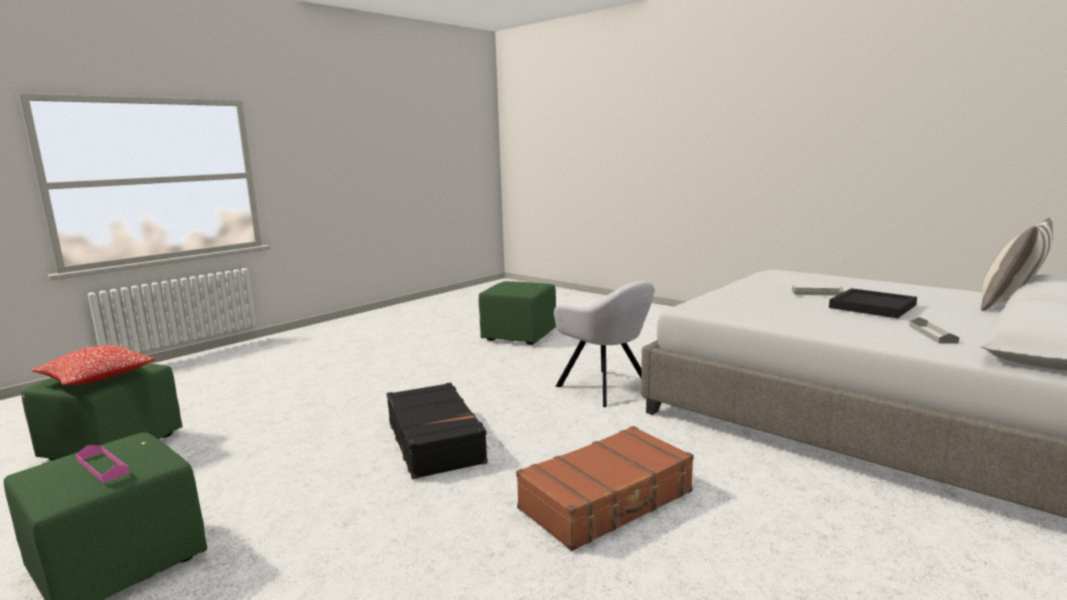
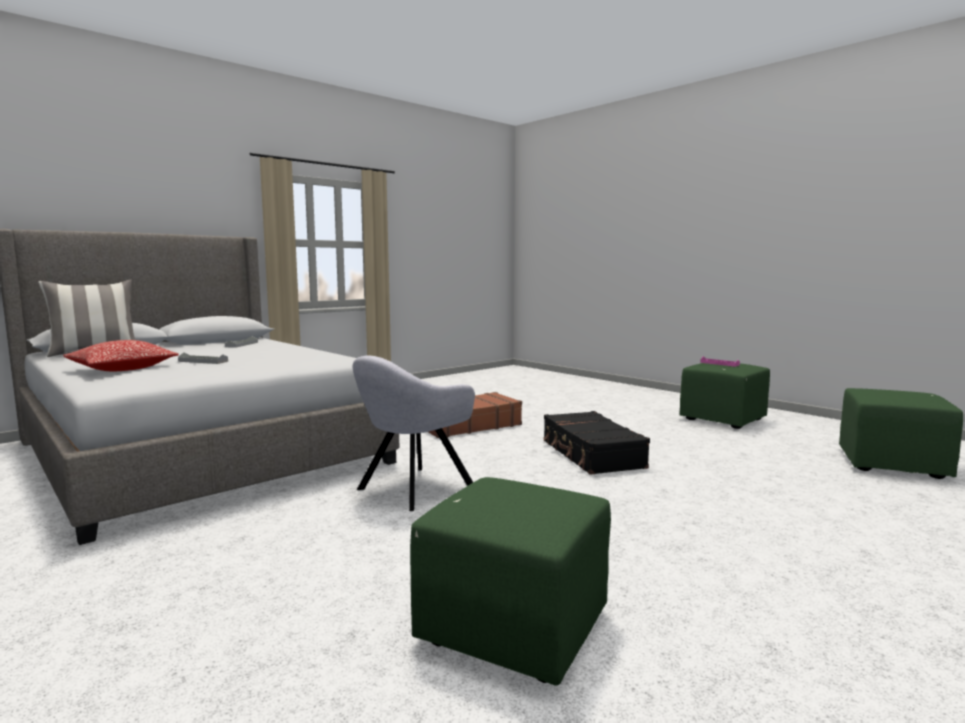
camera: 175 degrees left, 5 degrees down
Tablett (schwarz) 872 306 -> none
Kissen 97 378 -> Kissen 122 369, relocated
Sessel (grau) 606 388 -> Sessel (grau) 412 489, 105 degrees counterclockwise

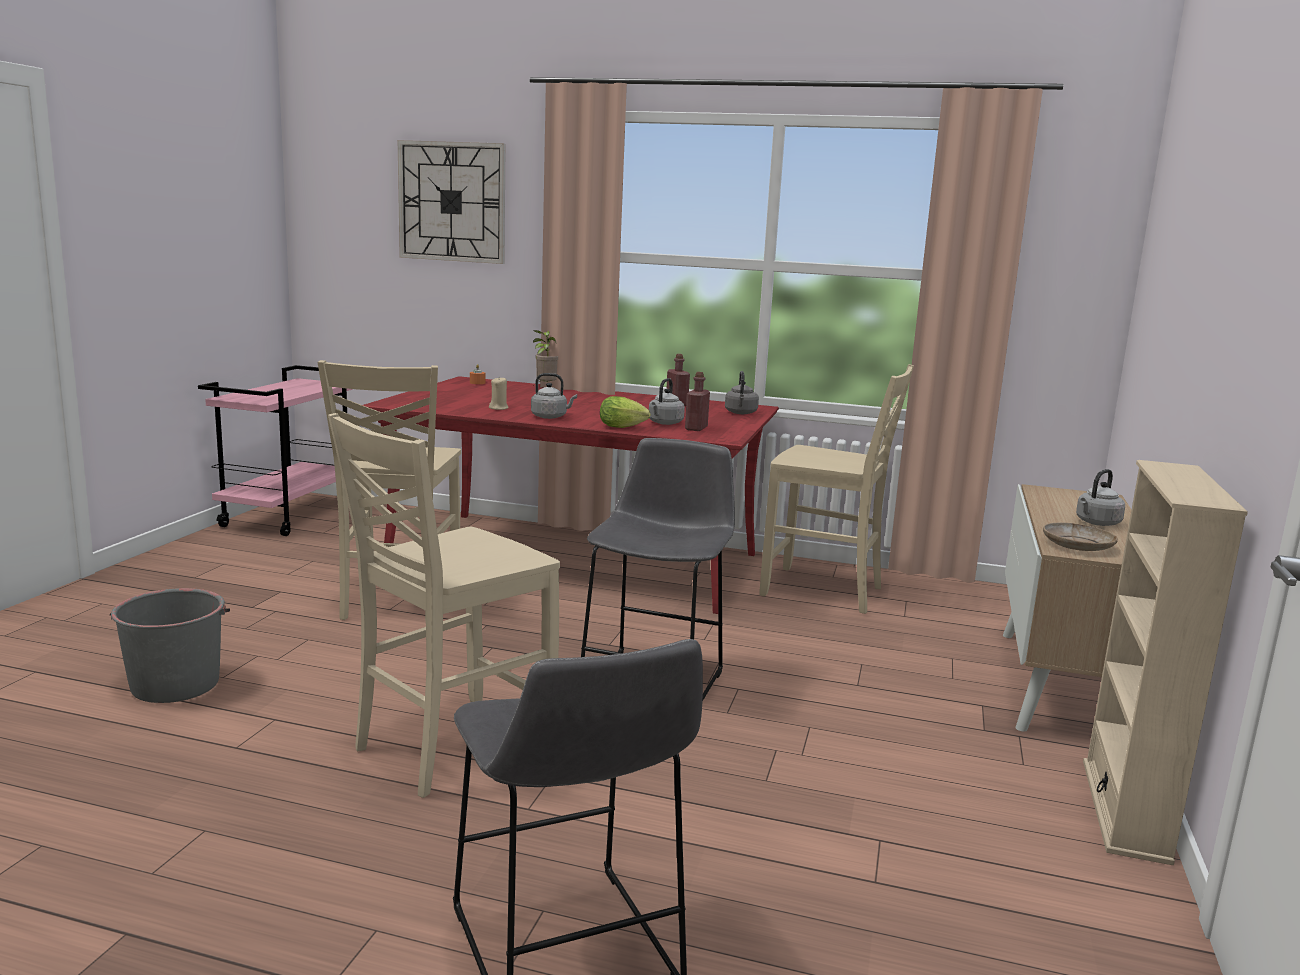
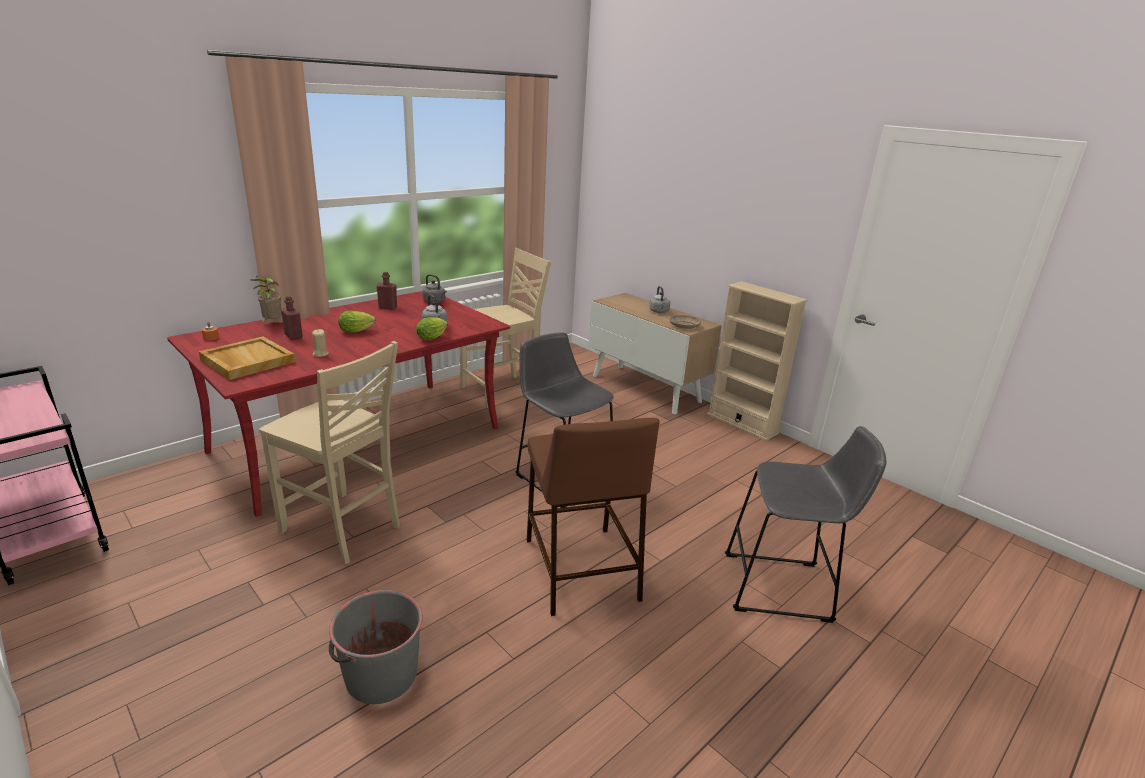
camera: 60 degrees left, 10 degrees up
Wanduhr 452 202 -> none
Wasserkessel (grau) 551 417 -> none
none -> Tablett (beige) 247 361
none -> Salatkopf 358 331
Flasche (rot) 696 428 -> Flasche (rot) 293 336, relocated
Stuhl (beige) 450 747 -> Hocker (braun) 580 567

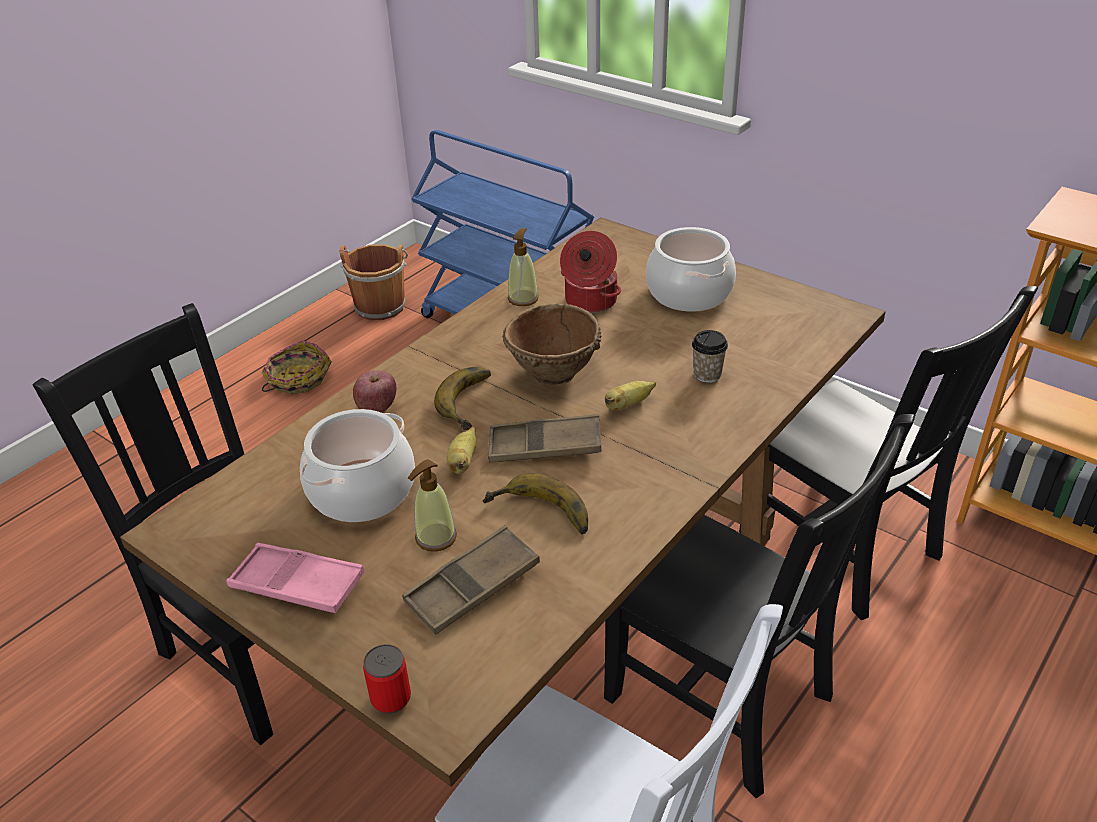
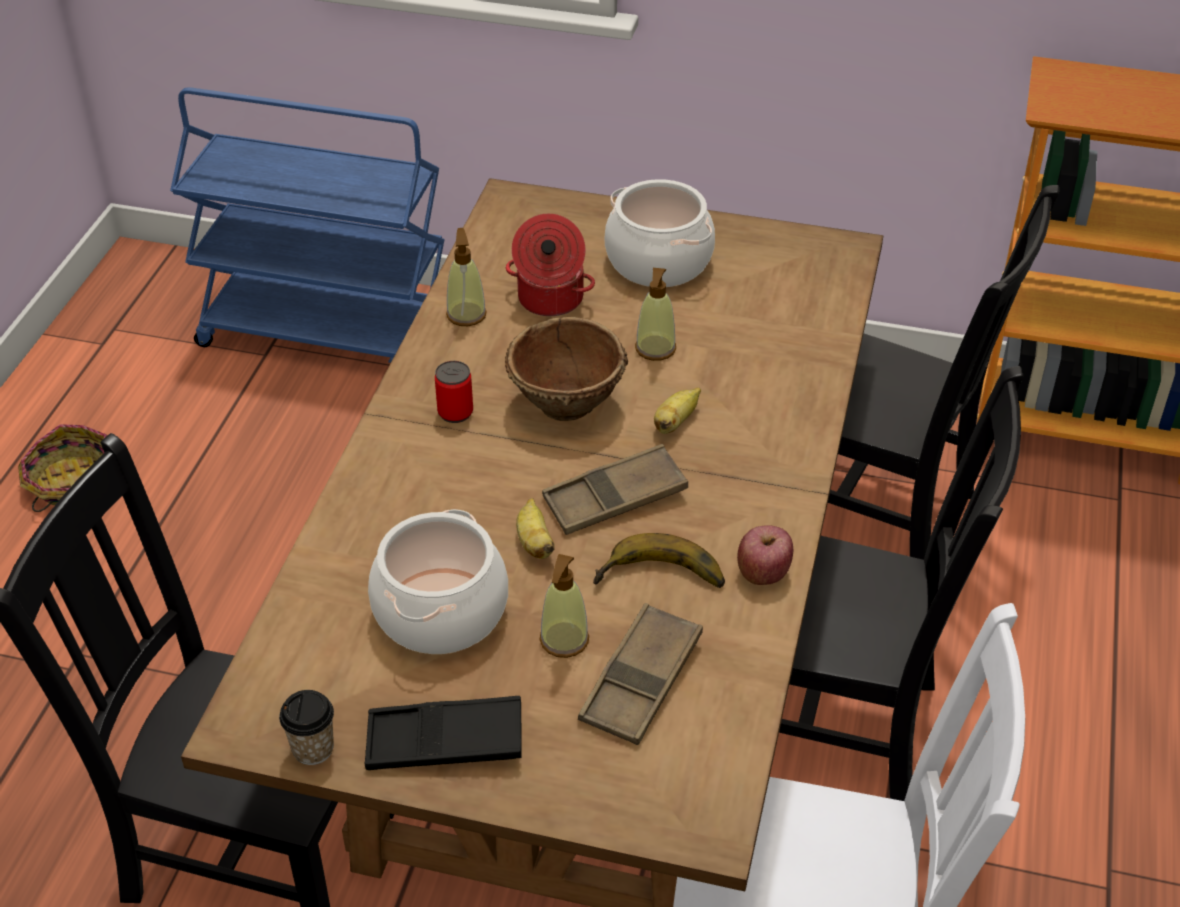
camera: 25 degrees left, 5 degrees up
Eimer (braun) 380 305 -> none
Banane 473 402 -> none
none -> Seifenspender 655 349
Apfel 377 407 -> Apfel 763 573, relocated
Dose 391 698 -> Dose 455 412, relocated
Tasse 707 375 -> Tasse 313 749, relocated
Tablett (rosa) 297 584 -> Tablett (schwarz) 445 742

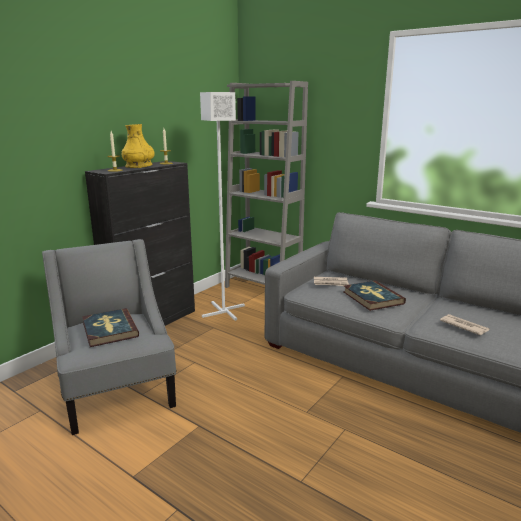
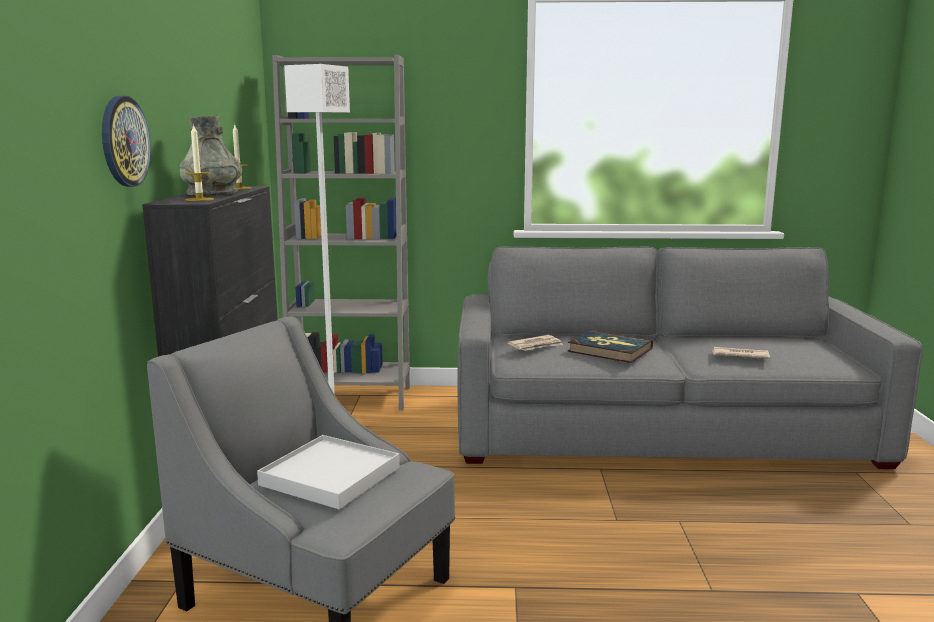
camera: 35 degrees left, 5 degrees down
none -> Wanduhr 124 141
Buch 109 330 -> Tablett (weiß) 330 476
Vase (gelb) 139 166 -> Vase (grau) 212 193

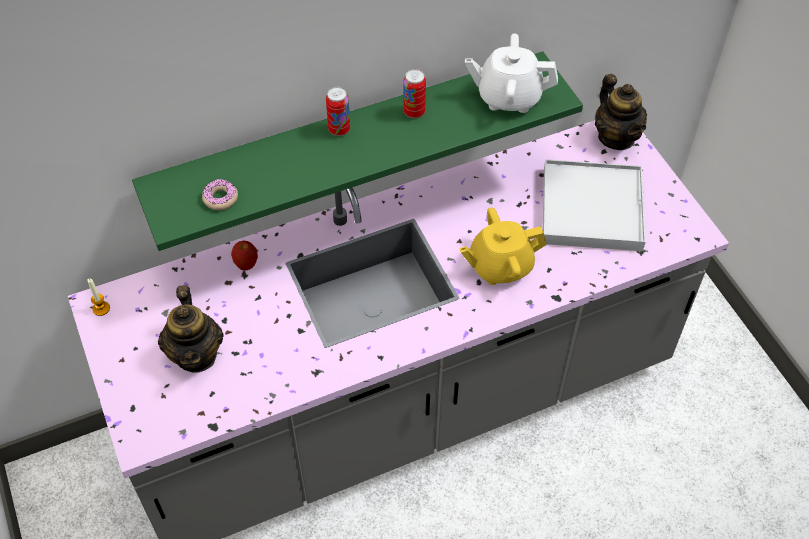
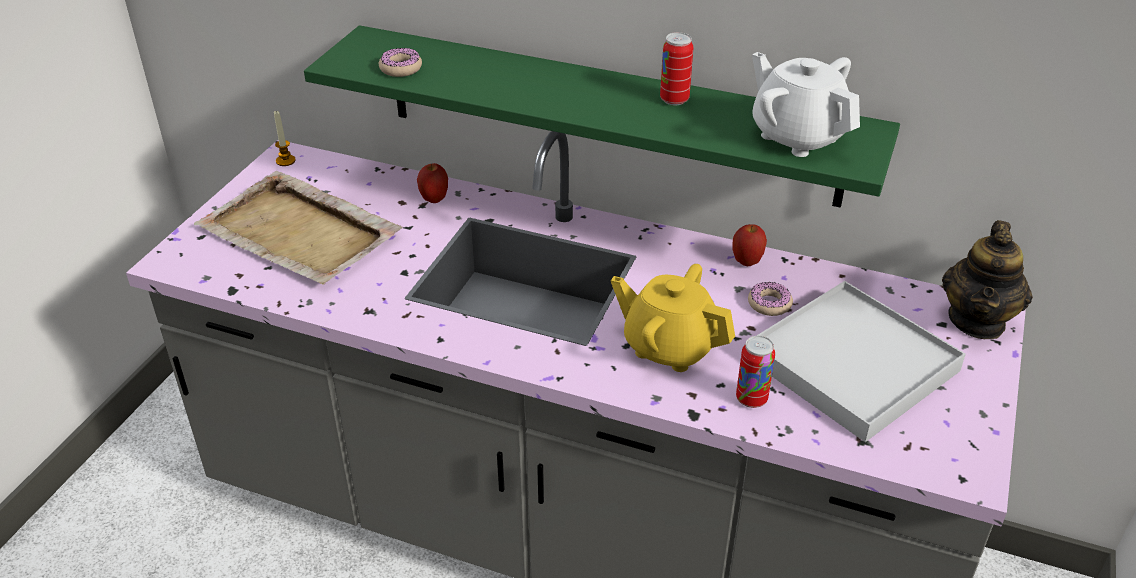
camera: 45 degrees right, 15 degrees down
none -> Apfel 746 262
none -> Donut 769 304
Dose 339 129 -> Dose 751 399, relocated
Teekanne 196 354 -> Tablett (beige) 300 233

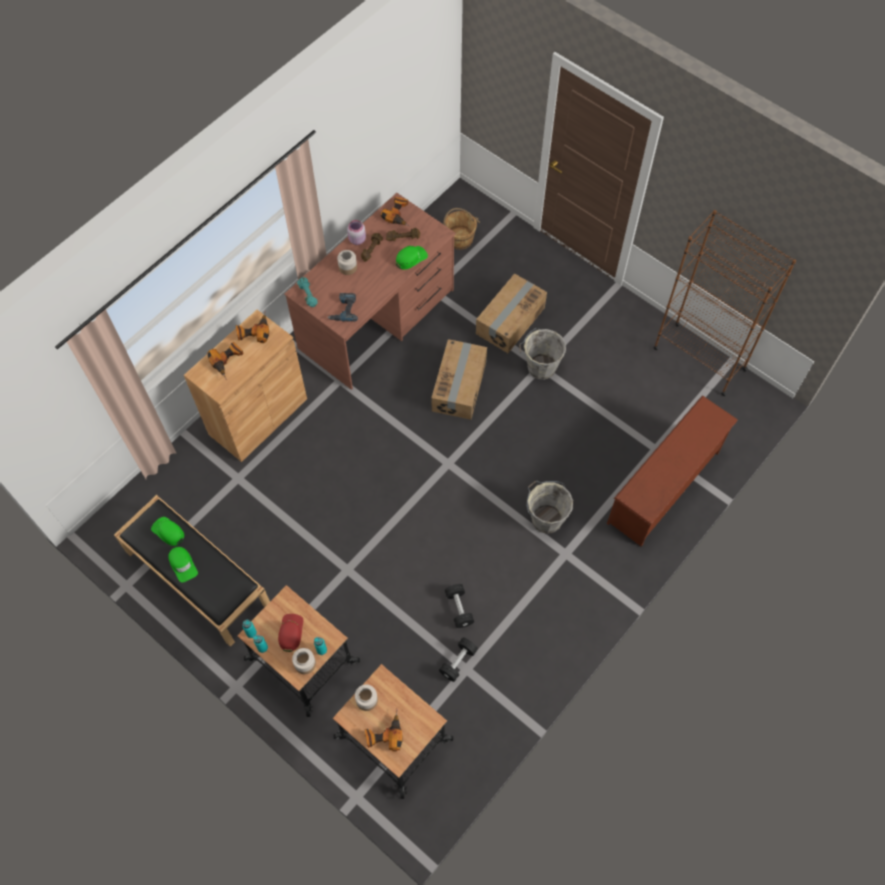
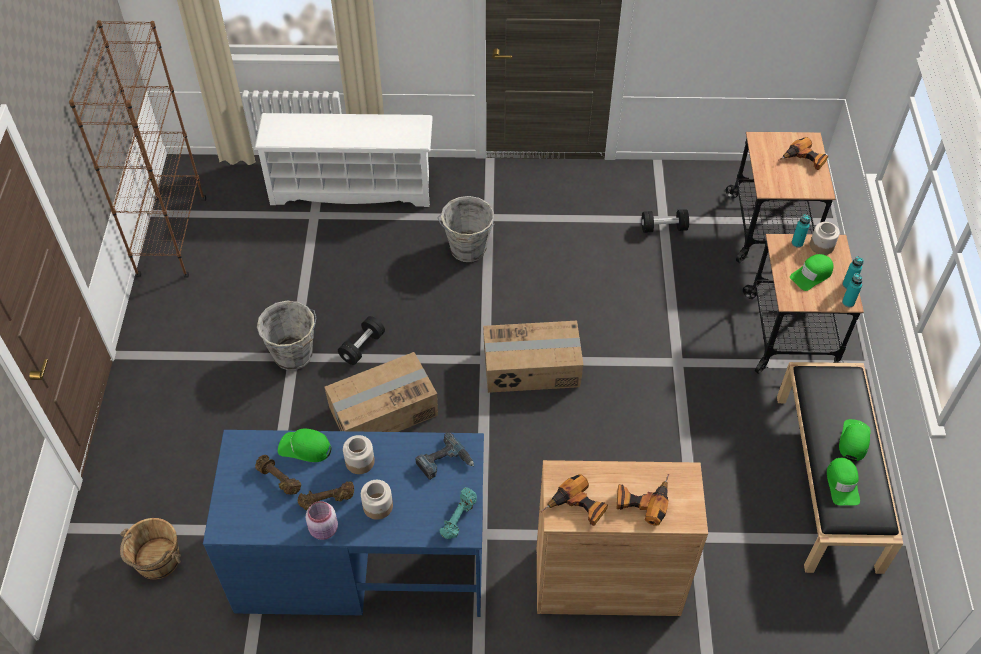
camera: 130 degrees left, 10 degrees down
Bohrmaschine 399 214 -> none
Vorratsglas 367 700 -> Vorratsglas 360 461, relocated
Hantel (schwarz) 459 608 -> Hantel (schwarz) 362 347, relocated
Karton 509 320 -> Karton 532 368, relocated
Kappe (rot) 290 632 -> Kappe (grün) 812 275
Schreibtisch (braun) 377 319 -> Schreibtisch (blau) 361 560
Schuhregal (braun) 664 488 -> Schuhregal (weiß) 352 188

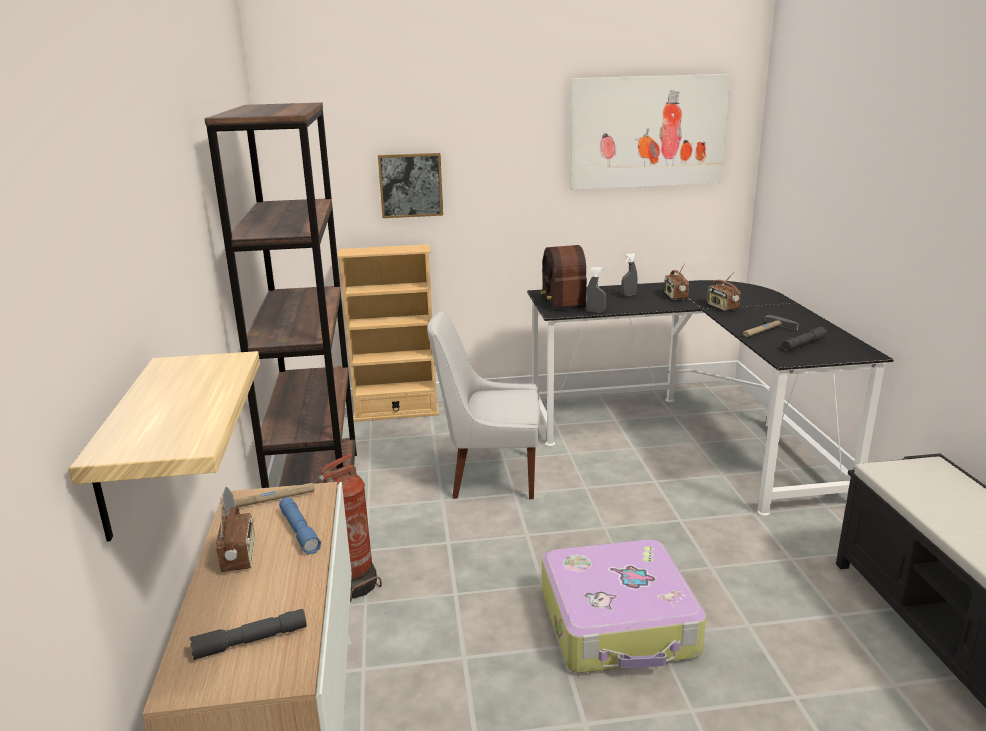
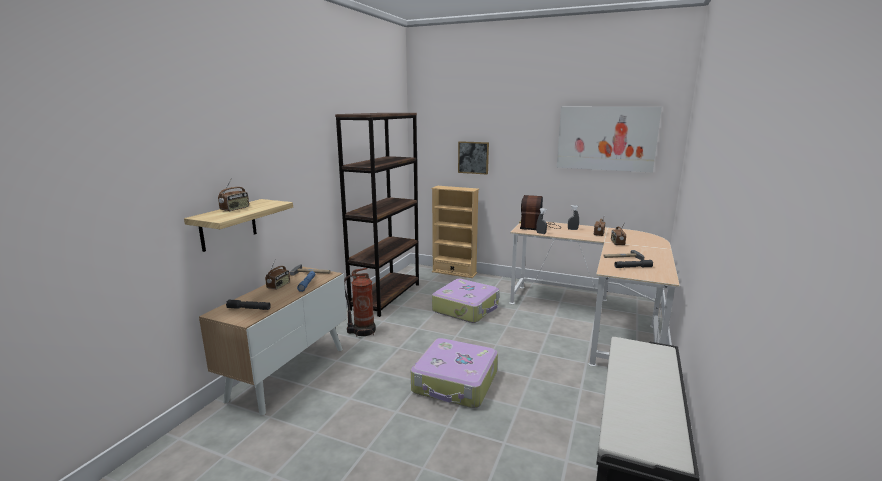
camera: 30 degrees right, 5 degrees down
none -> Radio 235 209
Stuhl (weiß) 490 476 -> Koffer 466 308
Schreibtisch (schwarz) 690 436 -> Schreibtisch (beige) 594 319

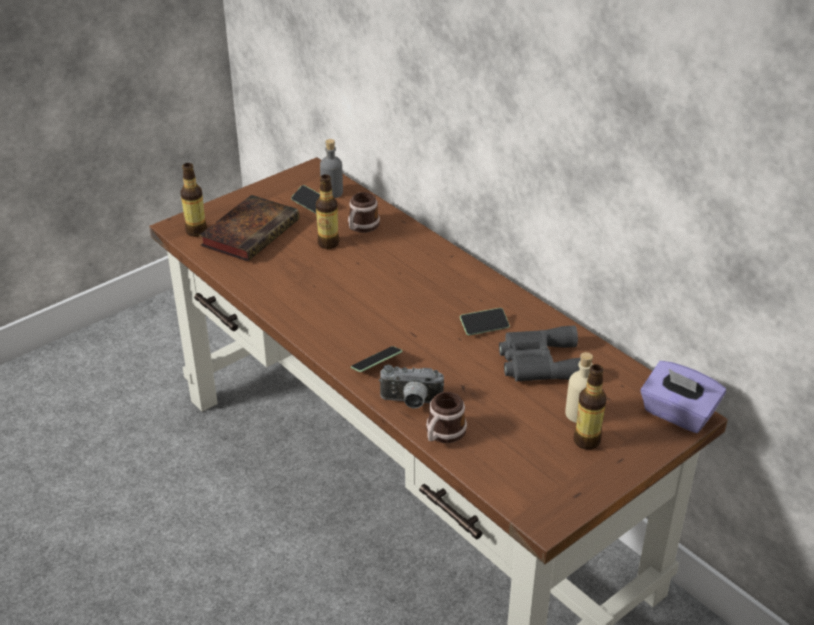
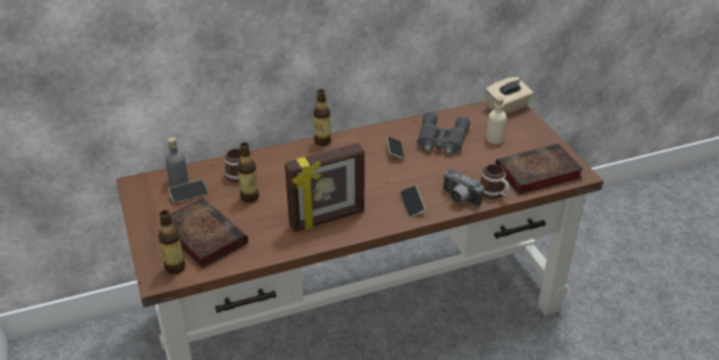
camera: 70 degrees left, 0 degrees up
none -> Bilderrahmen 327 219
none -> Buch 536 173
Flasche 586 441 -> Flasche 322 141, relocated
Taschentuchbox (lila) 677 414 -> Taschentuchbox (beige) 507 107
Kamera 410 402 -> Kamera 458 199, 105 degrees clockwise

